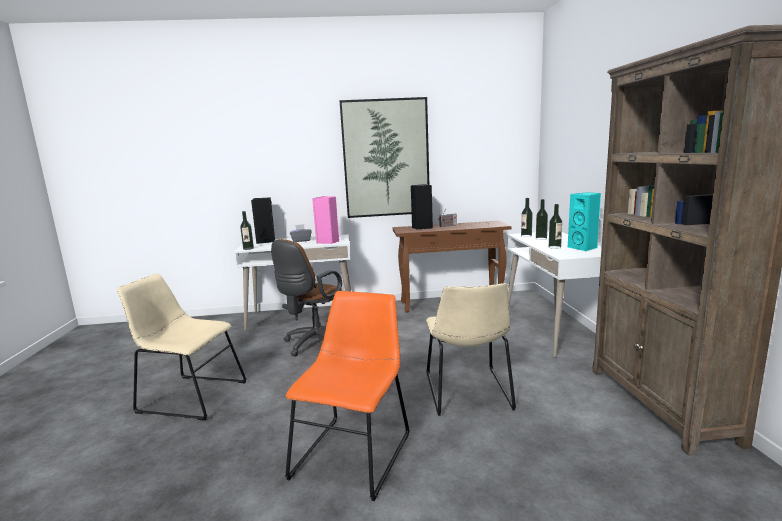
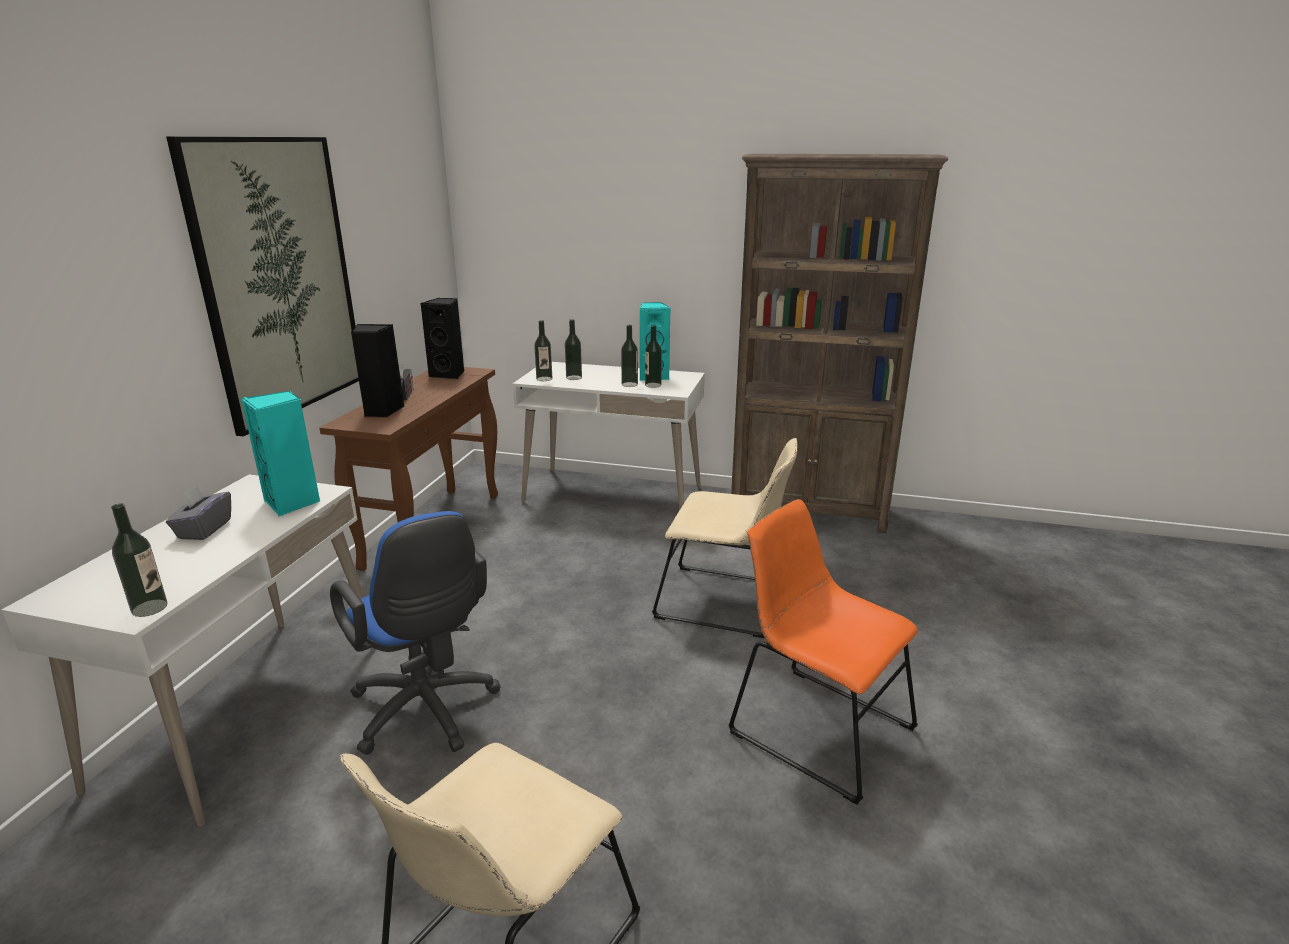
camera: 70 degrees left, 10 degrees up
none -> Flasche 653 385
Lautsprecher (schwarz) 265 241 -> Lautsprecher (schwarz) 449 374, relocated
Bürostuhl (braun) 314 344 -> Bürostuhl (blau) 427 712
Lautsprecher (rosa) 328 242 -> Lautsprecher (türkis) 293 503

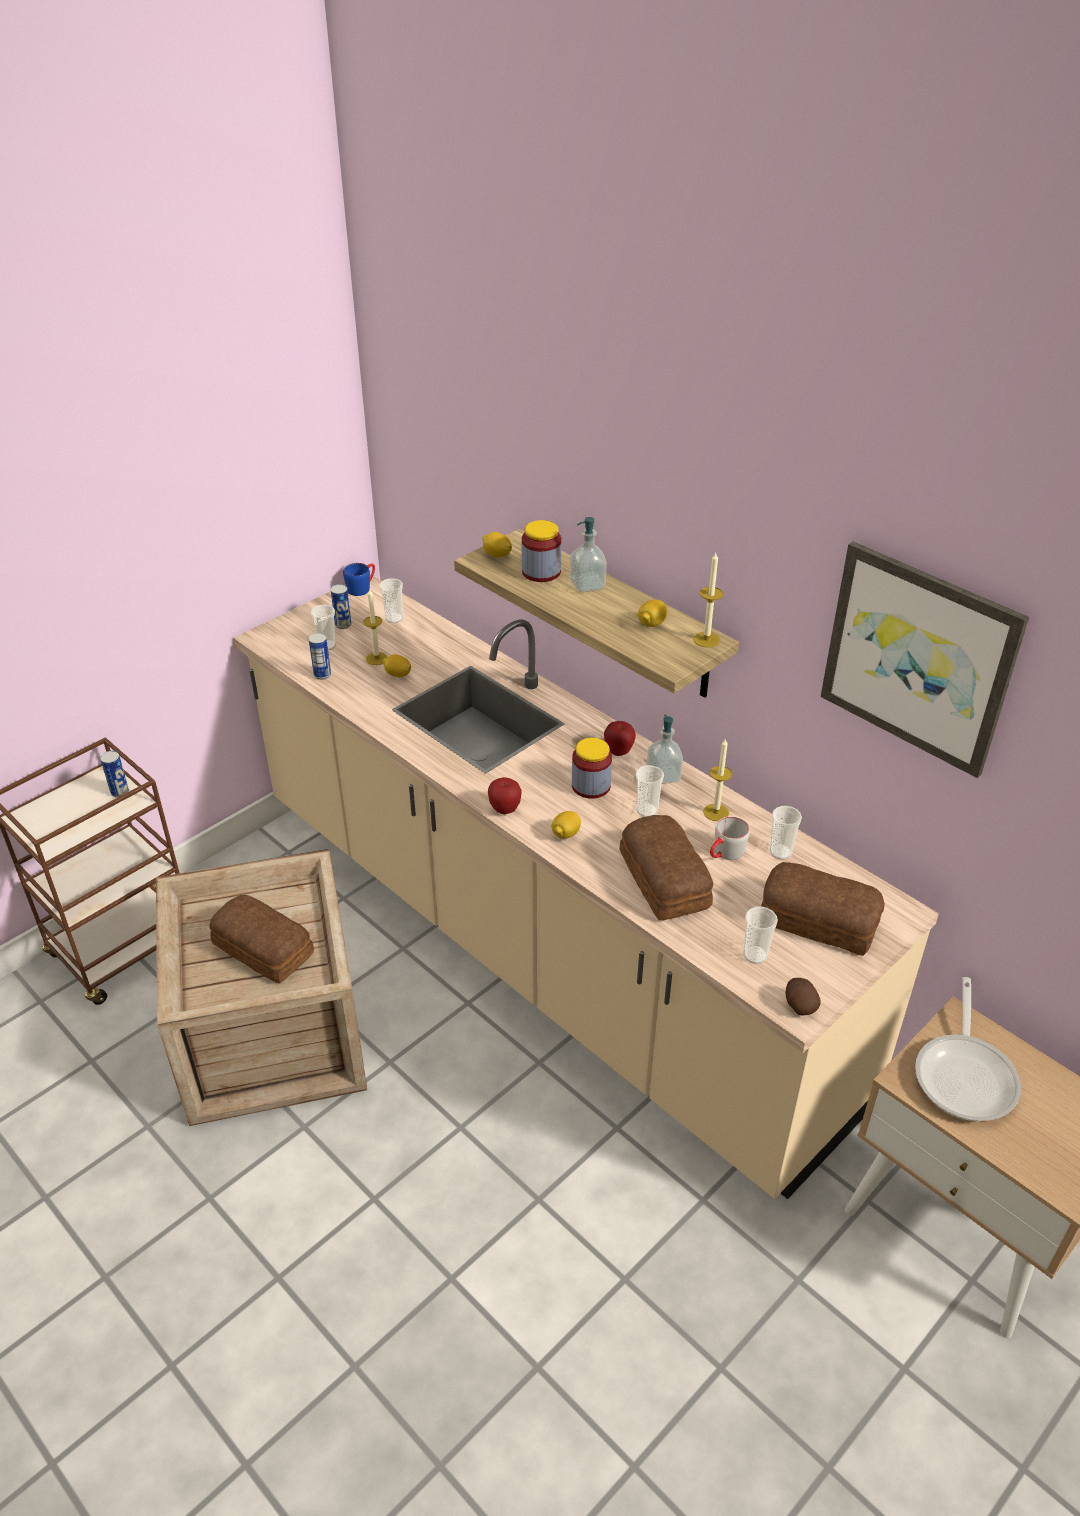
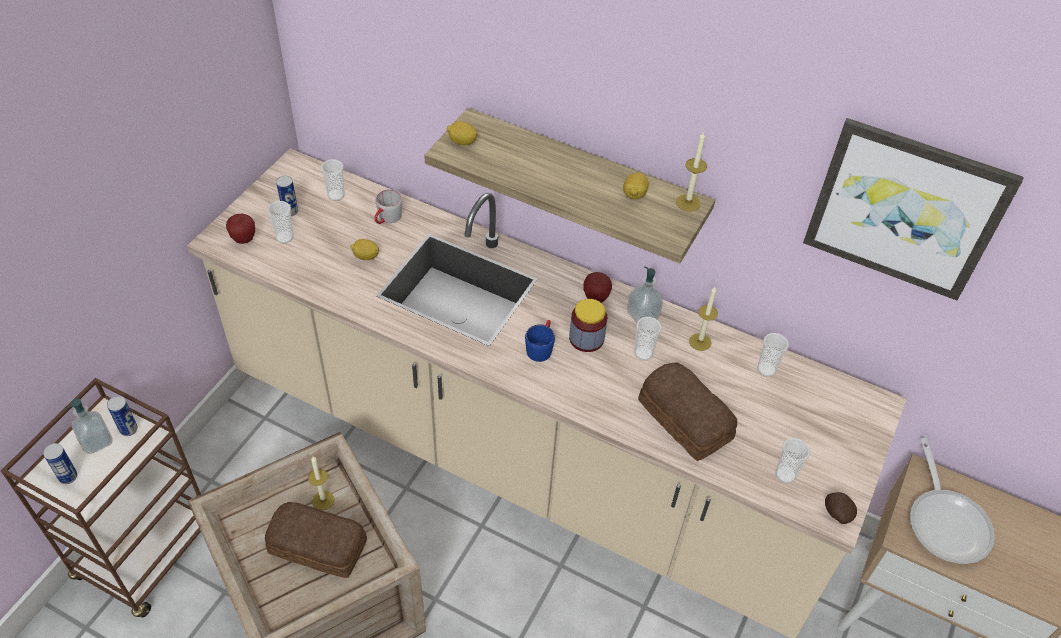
camera: 20 degrees left, 10 degrees up
Vorratsglas 541 572 -> none
Zitrone 566 834 -> none
Brot 817 918 -> none
Dose 322 675 -> Dose 68 477, relocated
Henkelbecher (blau) 362 587 -> Henkelbecher (blau) 541 347, relocated
Kerze 376 658 -> Kerze 323 500, relocated
Apfel 505 809 -> Apfel 244 239, relocated
Seifenspender 587 585 -> Seifenspender 96 441, relocated
Henkelbecher (grau) 725 854 -> Henkelbecher (grau) 387 219, relocated

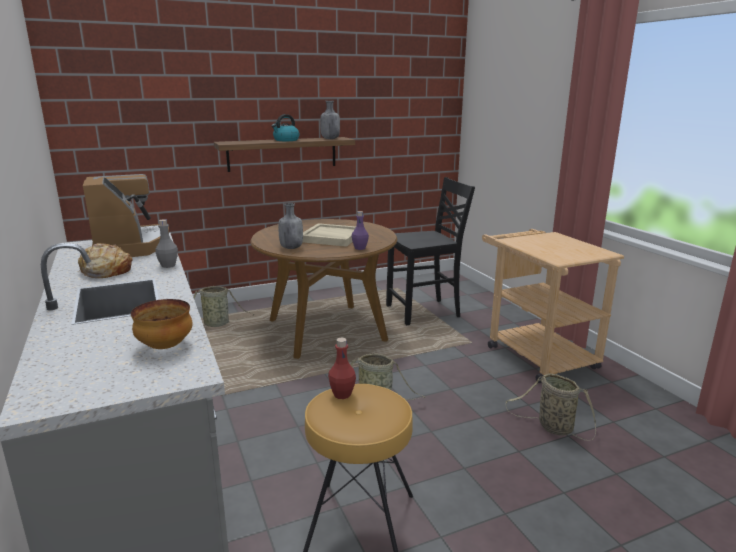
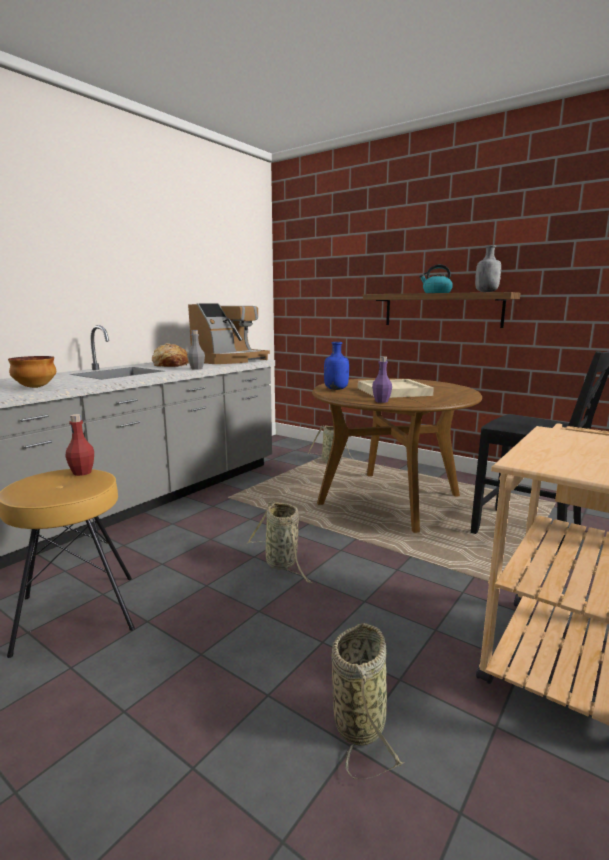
camera: 60 degrees right, 5 degrees down
Flasche (grau) 291 248 -> Flasche (blau) 336 389

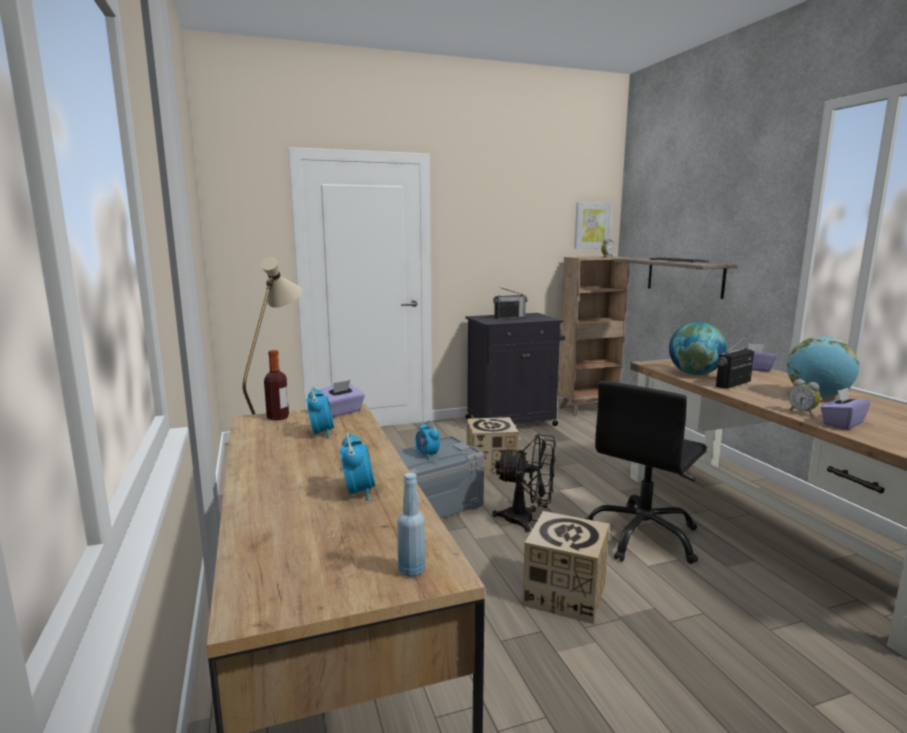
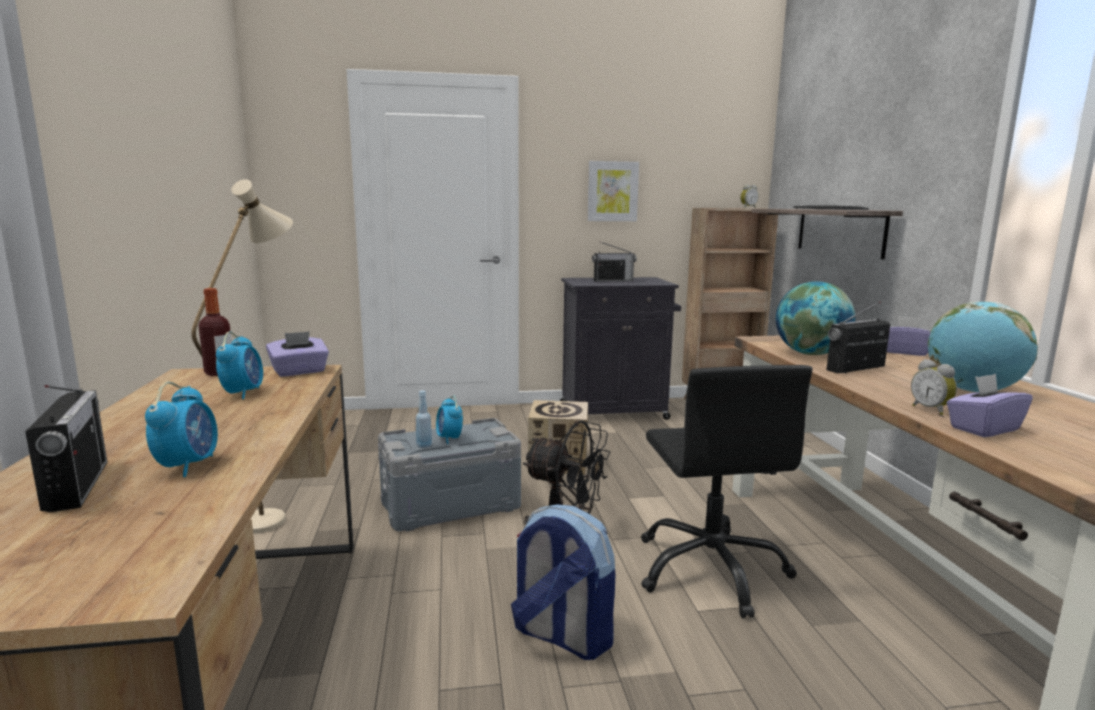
camera: 10 degrees right, 0 degrees up
none -> Radio 77 486
Flasche (blau) 411 570 -> Flasche (blau) 424 446, relocated
Bild 592 225 -> Bild 612 191, relocated
Karton 565 594 -> Rucksack 561 636
Bürostuhl (schwarz) 643 536 -> Bürostuhl (schwarz) 711 569, 60 degrees counterclockwise

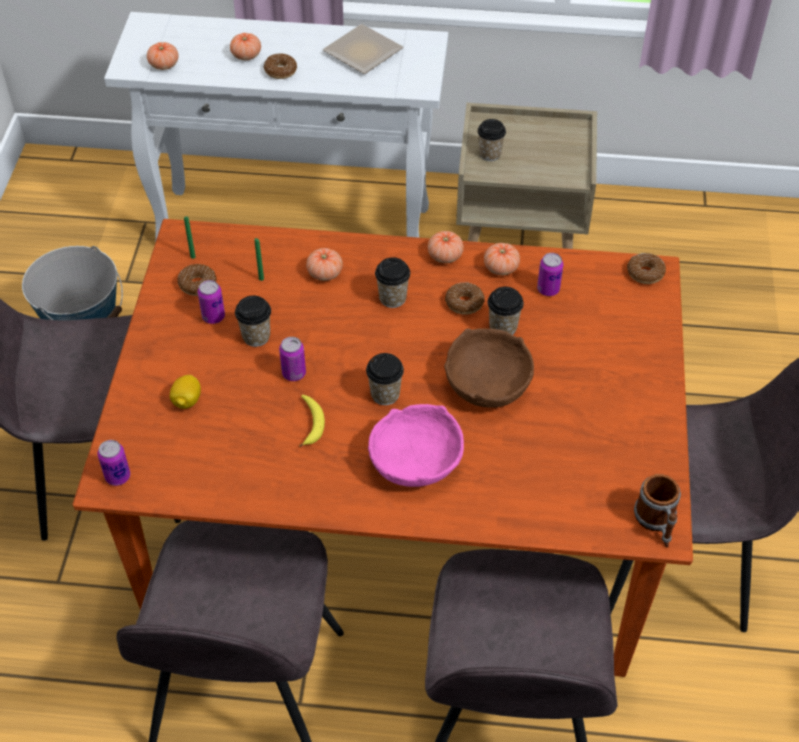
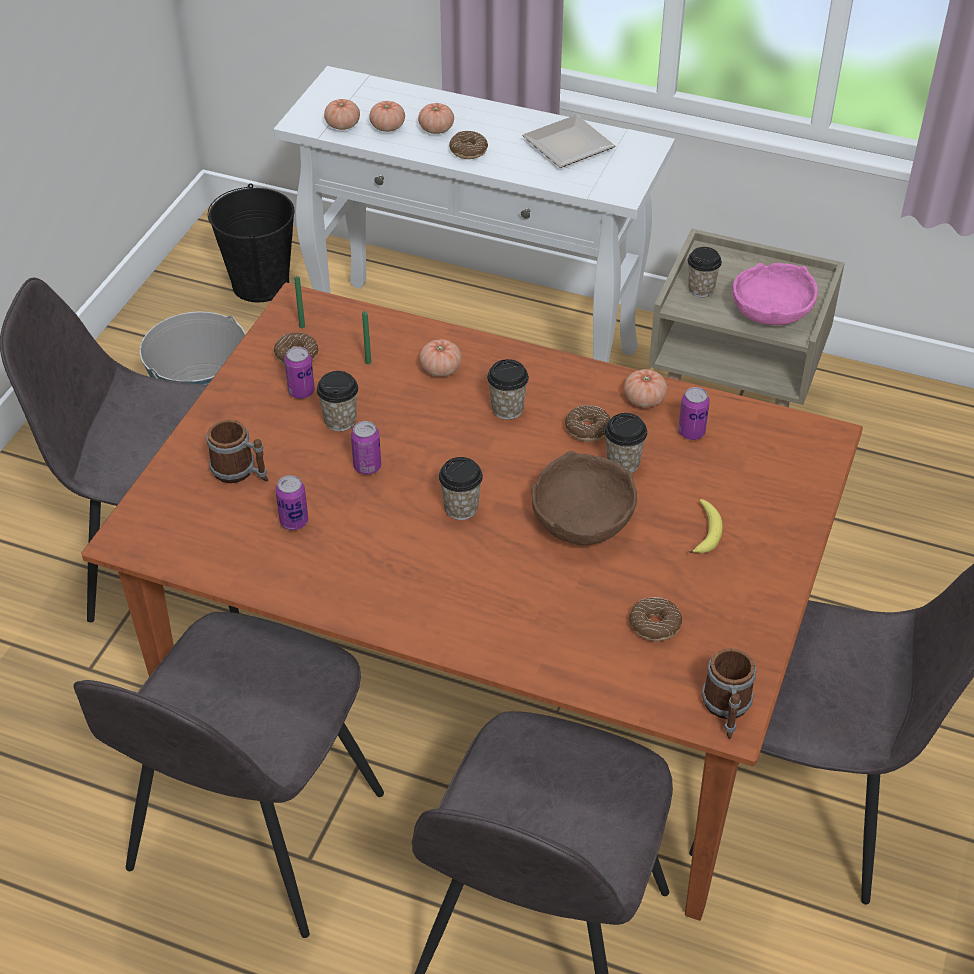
camera: 15 degrees right, 5 degrees down
none -> Eimer (schwarz) 261 284
Dose 118 476 -> Dose 294 521, relocated
Banane 311 423 -> Banane 706 532, relocated
Schüssel (rosa) 414 462 -> Schüssel (rosa) 770 312, relocated
Tomate 445 256 -> Tomate 387 127, relocated
Donut 645 273 -> Donut 655 625, relocated
Zitrone 187 401 -> Henkelbecher 240 472

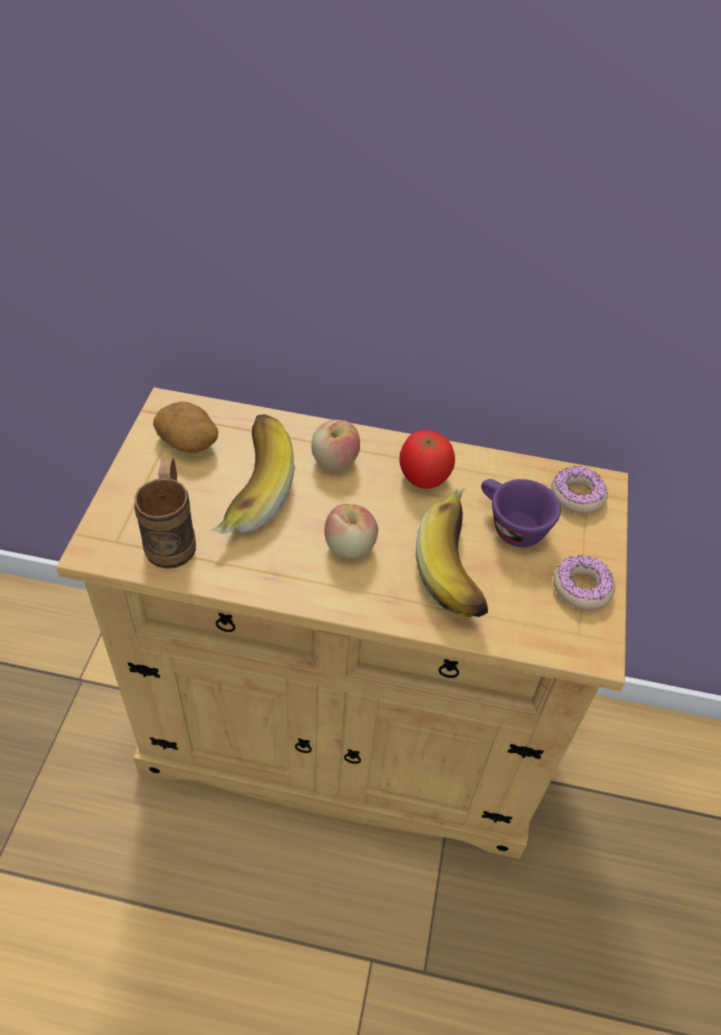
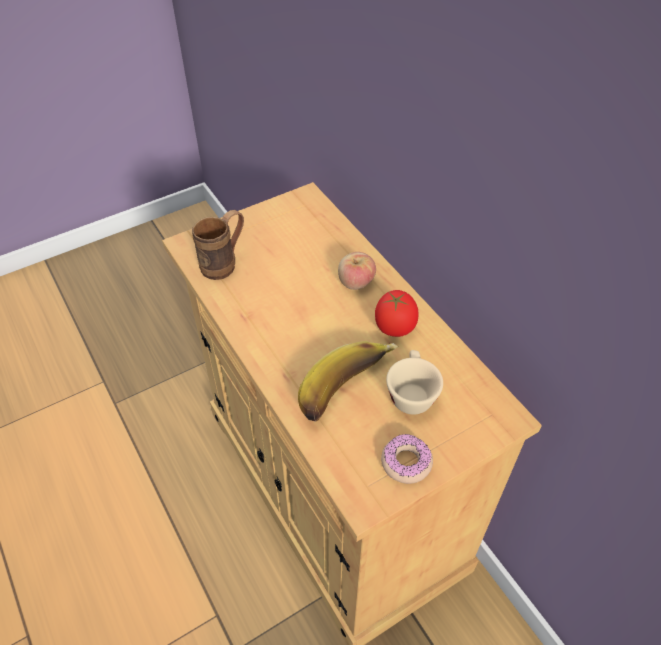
camera: 50 degrees right, 0 degrees up
Kartoffel 189 441 -> none
Banane 247 489 -> none
Apfel 350 547 -> none
Donut 577 495 -> none
Tasse (lila) 510 526 -> Tasse (beige) 410 393

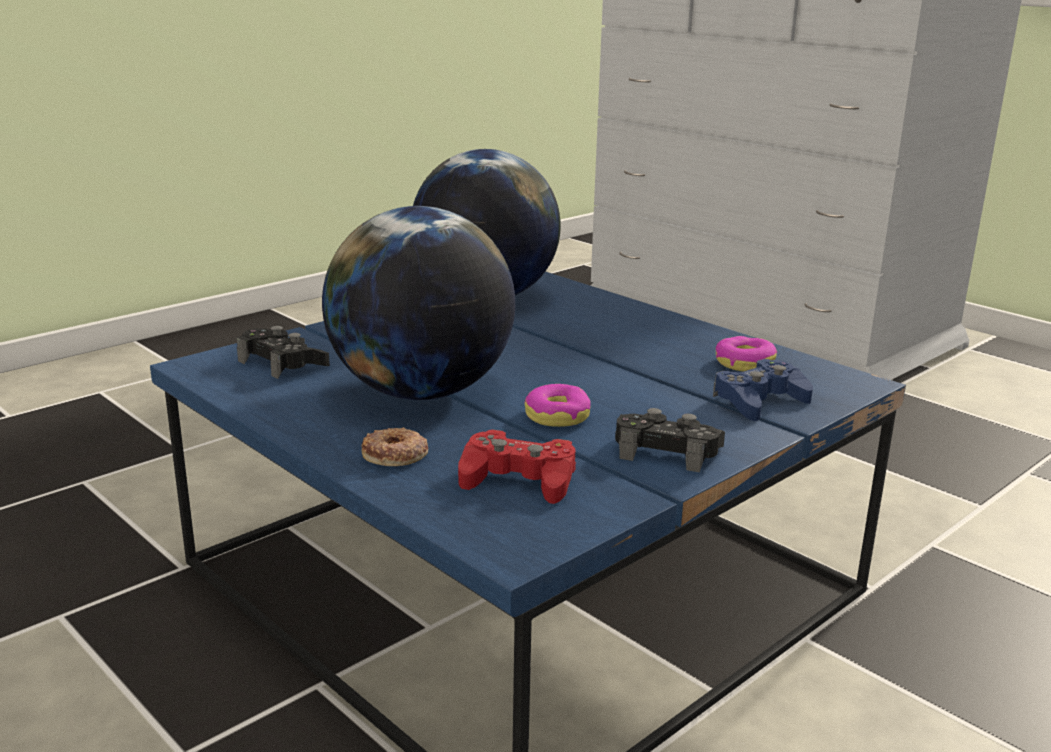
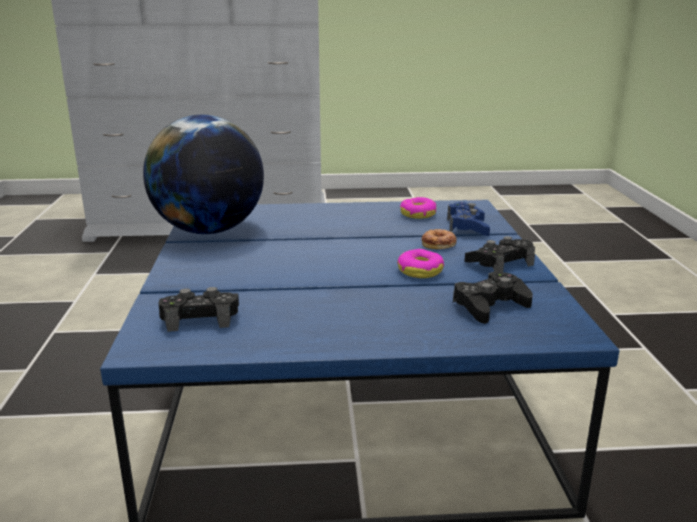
camera: 50 degrees left, 0 degrees up
Globus 421 392 -> none
Donut 395 455 -> Donut 439 244, relocated
Gamepad (rot) 518 479 -> Gamepad (schwarz) 490 306

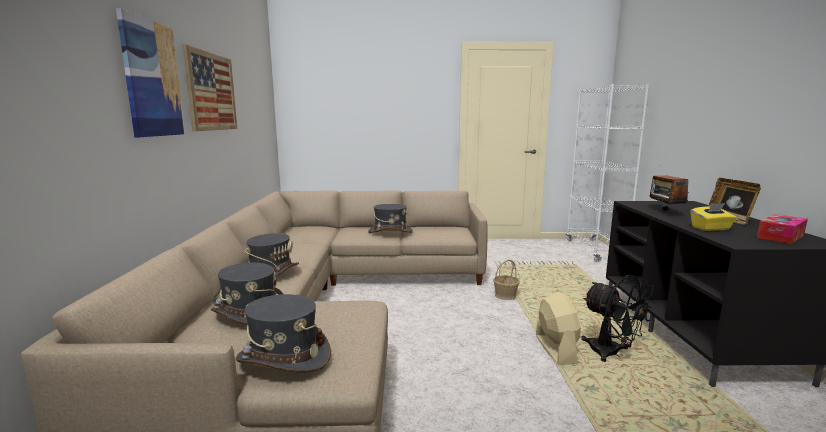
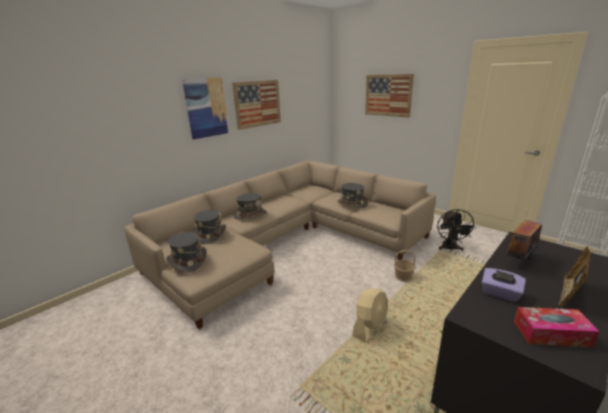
camera: 45 degrees right, 10 degrees up
none -> Bild 388 95
Ventilator (schwarz) 611 353 -> Ventilator (schwarz) 450 248, relocated
Taschentuchbox (gelb) 711 228 -> Taschentuchbox (lila) 500 293

